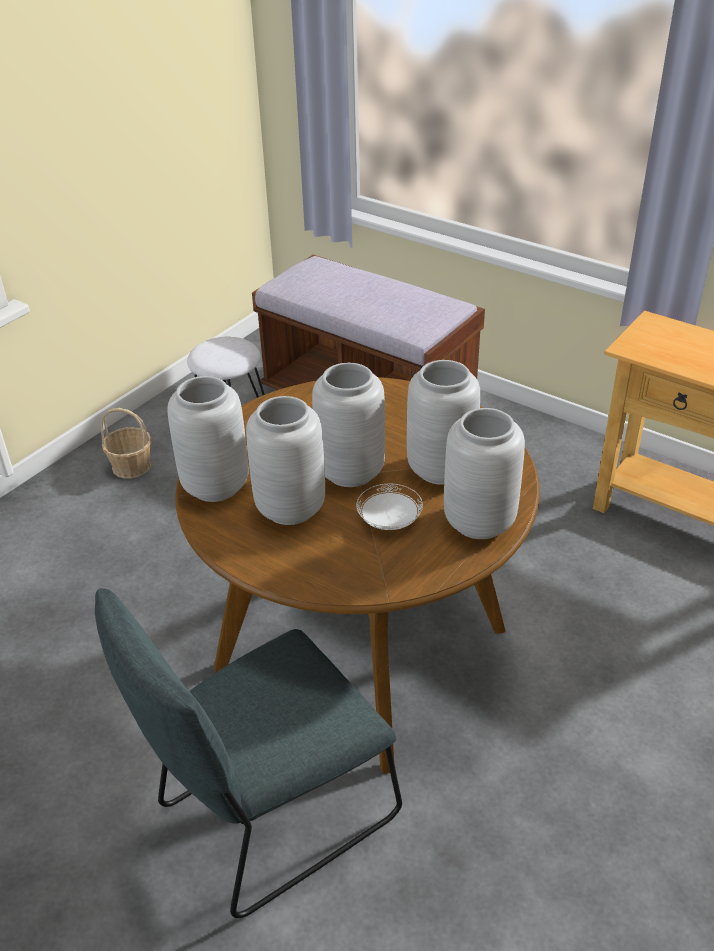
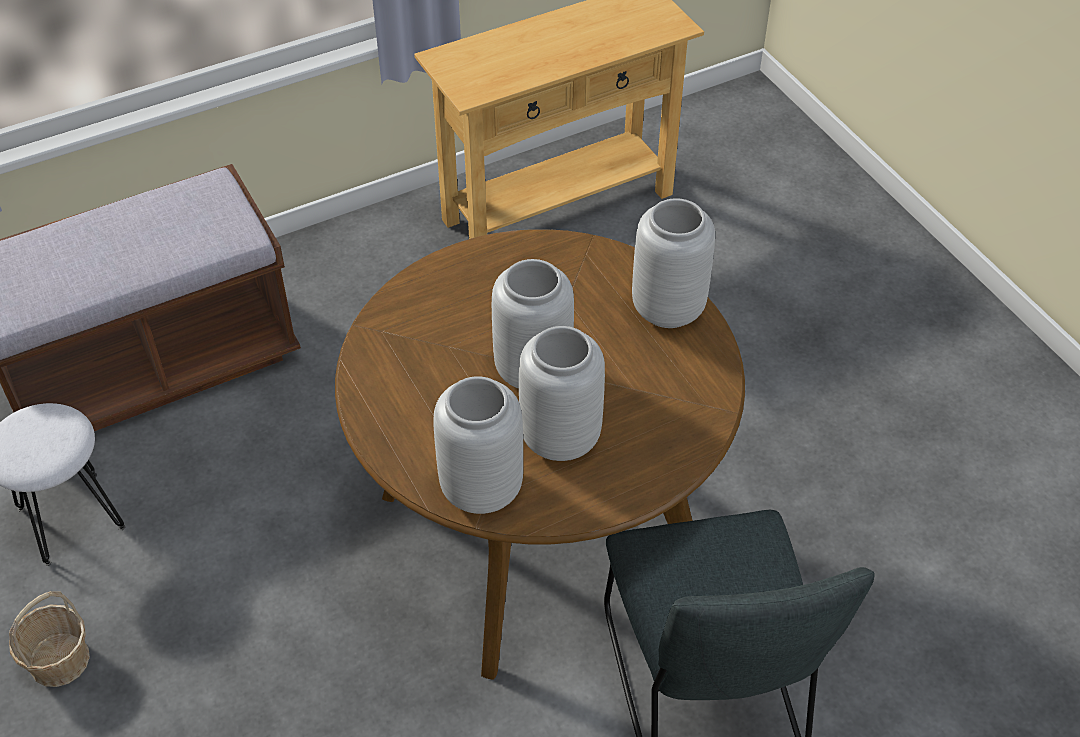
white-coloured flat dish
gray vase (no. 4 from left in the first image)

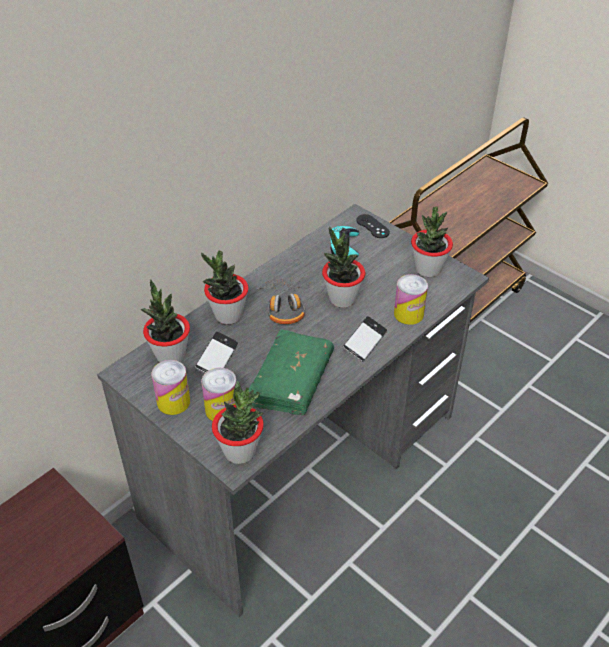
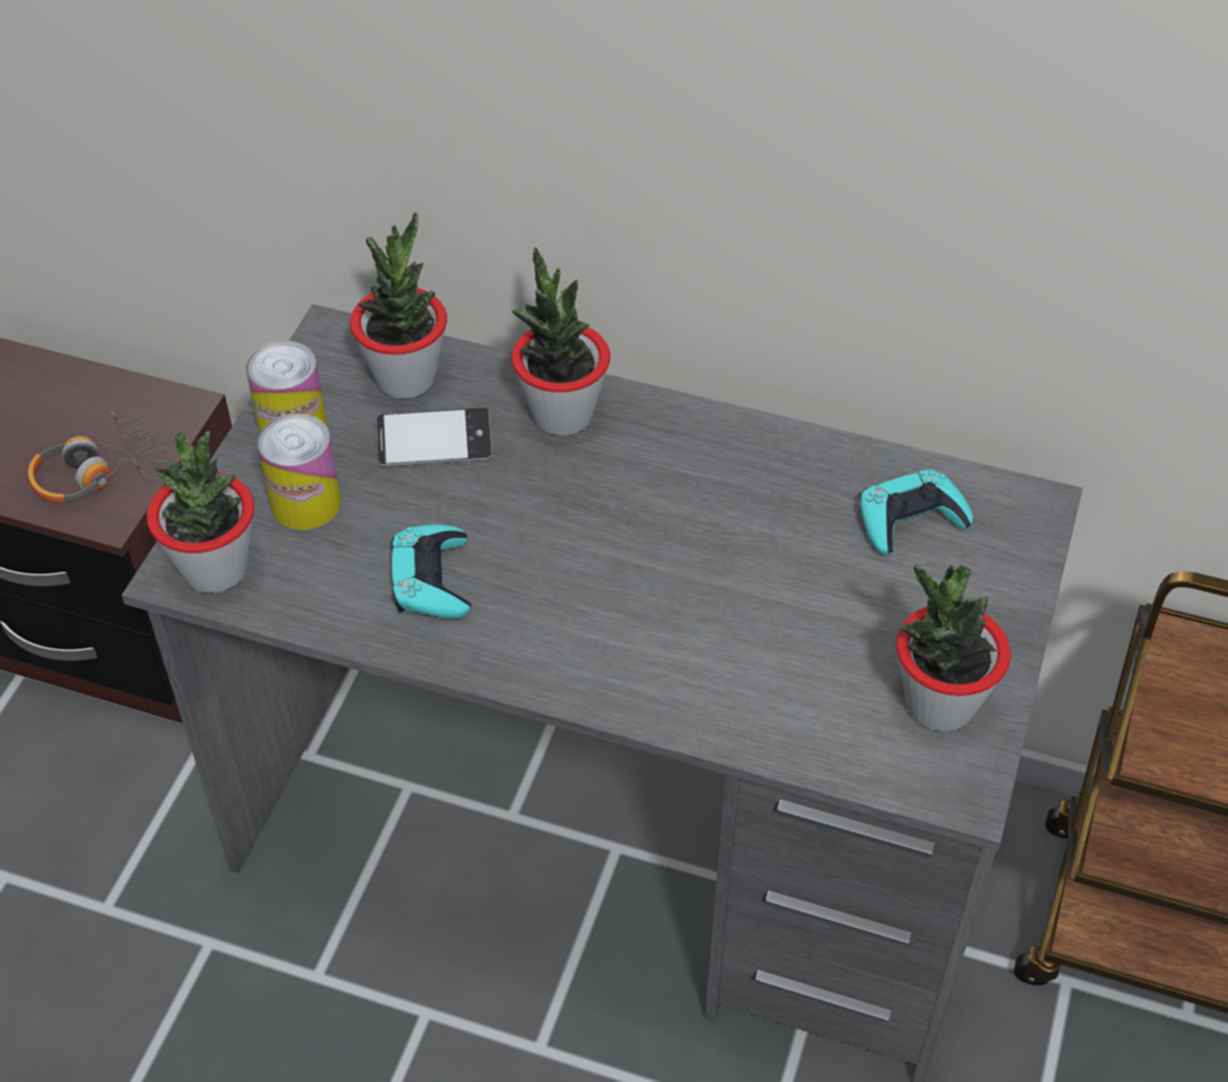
blue-green joypad (no. 1 from left)
headset
plant in a pot (no. 4 from left in the first image)
phone (no. 2 from left in the first image)
black joypad
metal can (no. 3 from left in the first image)

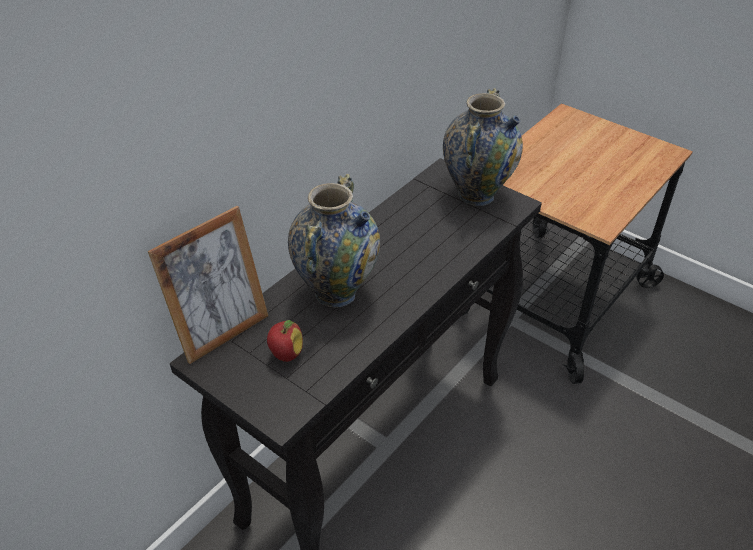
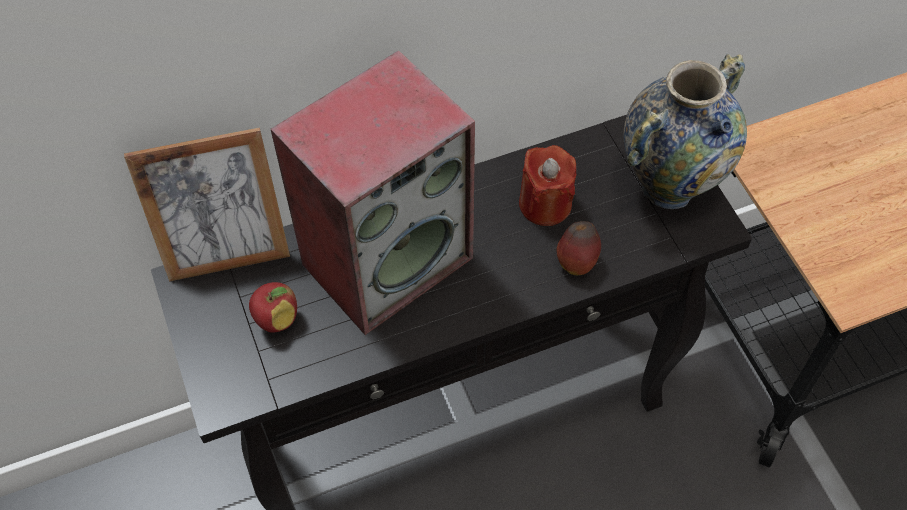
loudspeaker
reddish wax candle
apple fruit (no. 2 from left)

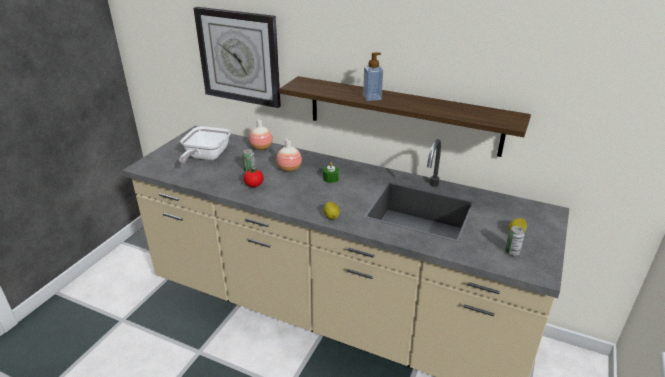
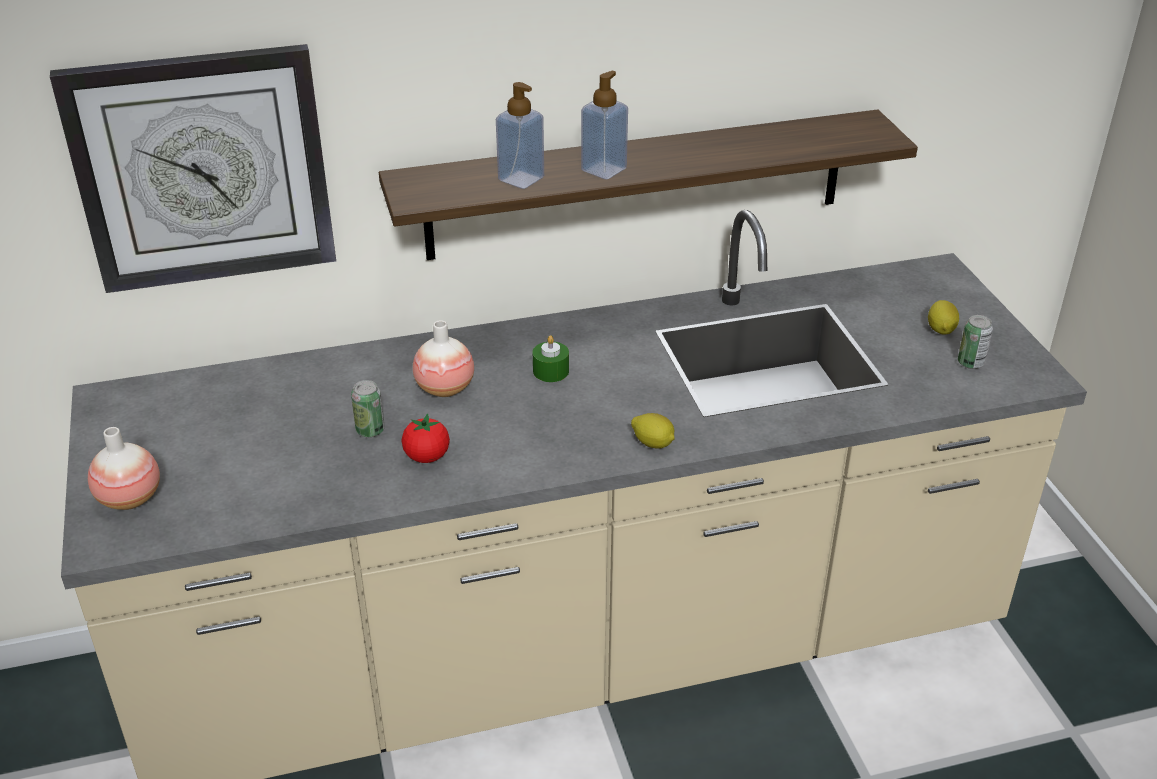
frying pan
vase (no. 1 from left)
soap dispenser (no. 1 from left)

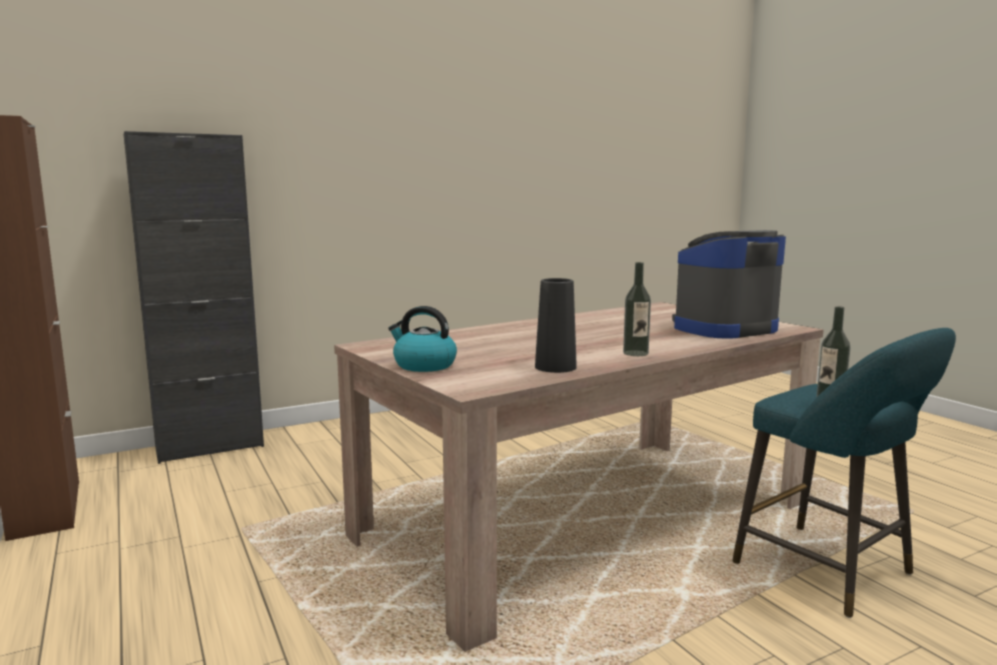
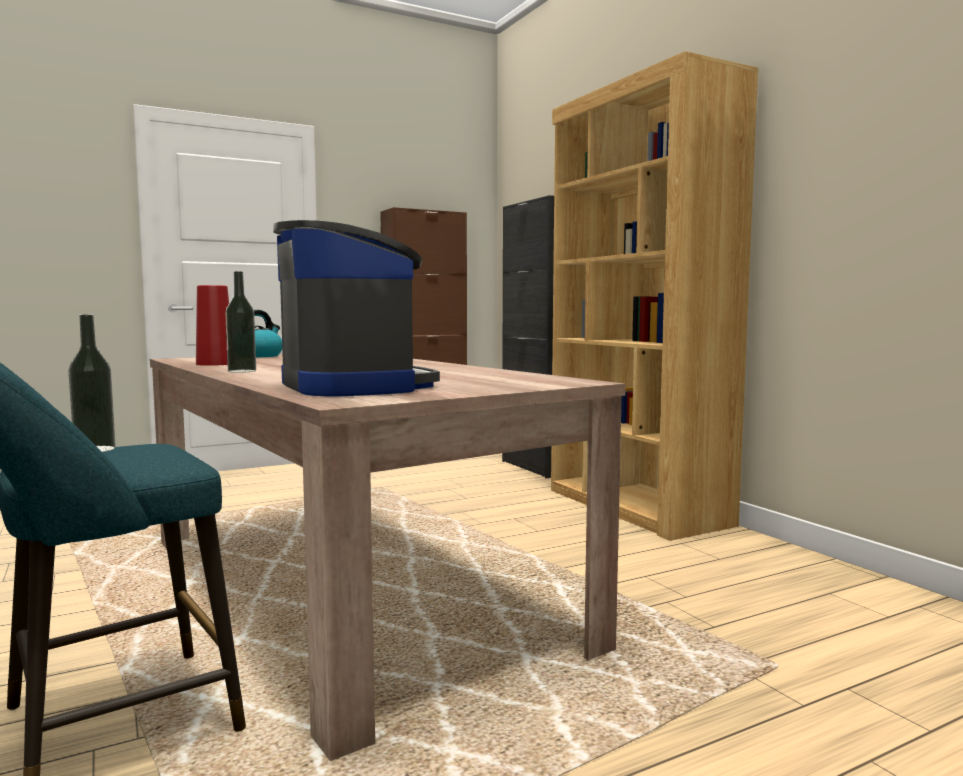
reddish vase
brown-coloured bookcase

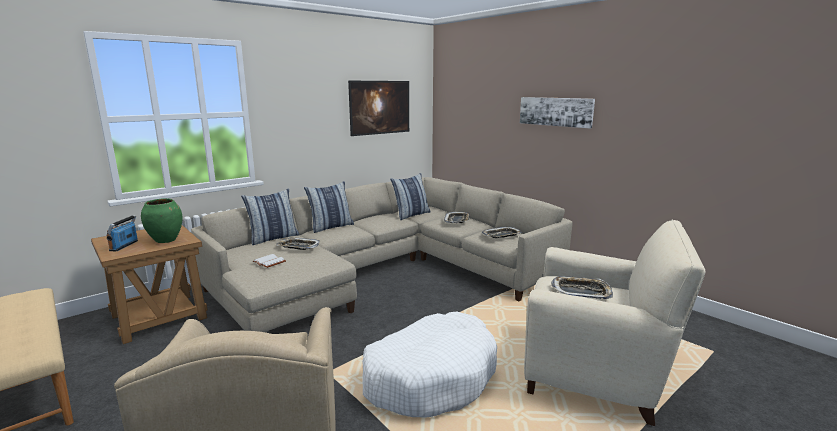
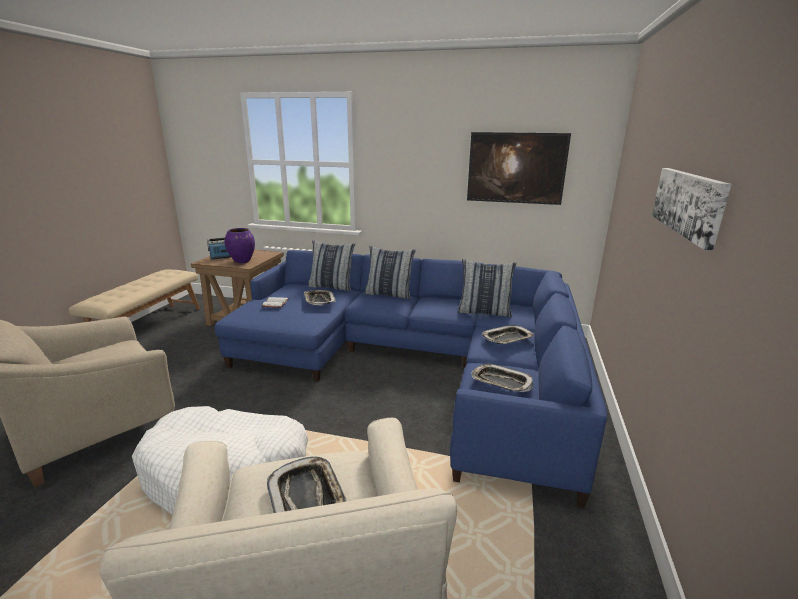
purplish vase
bluish couch

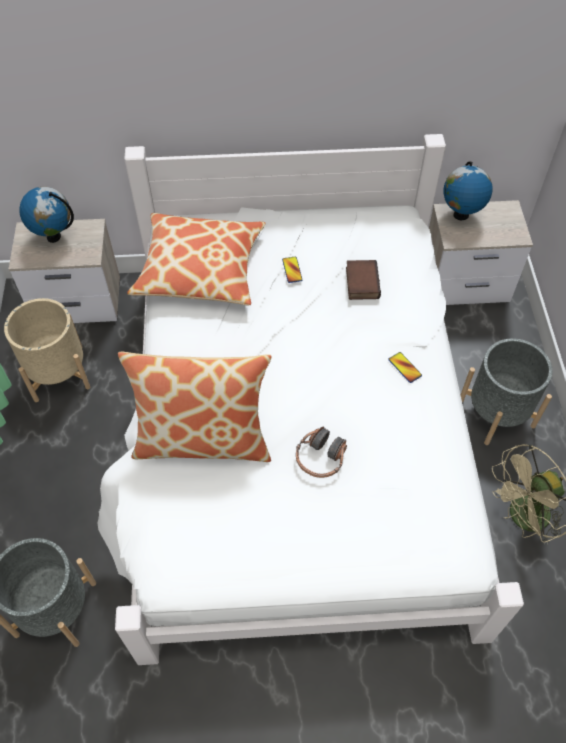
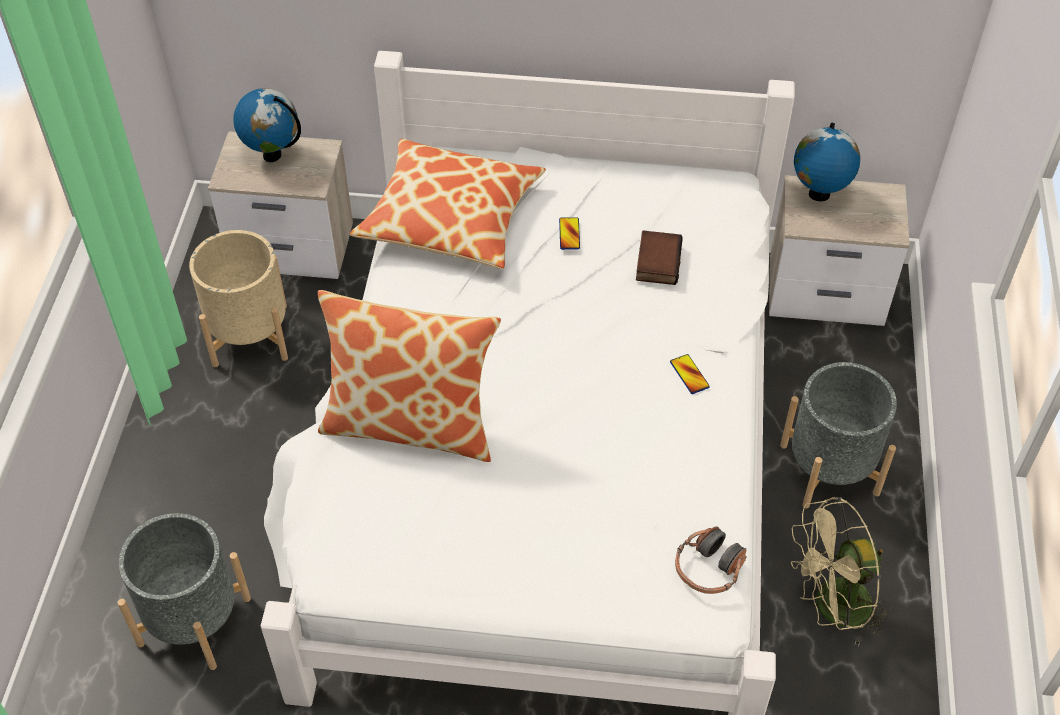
headset

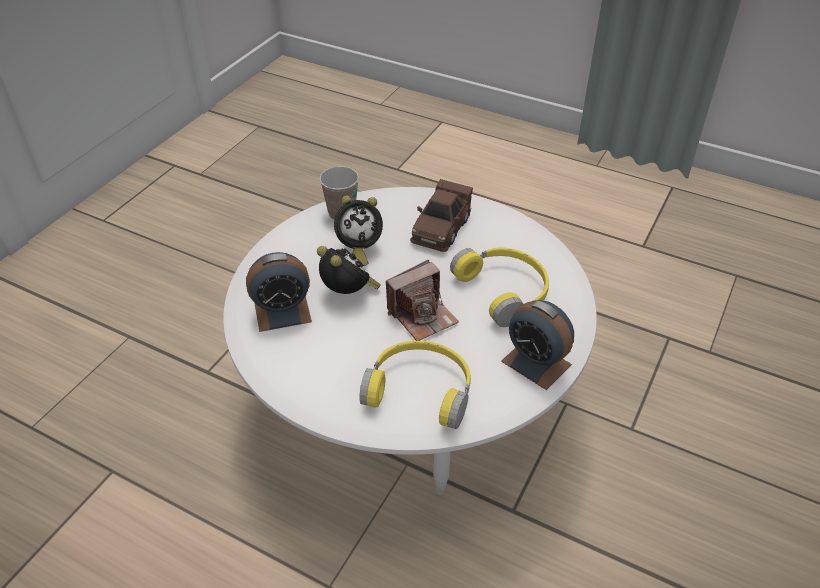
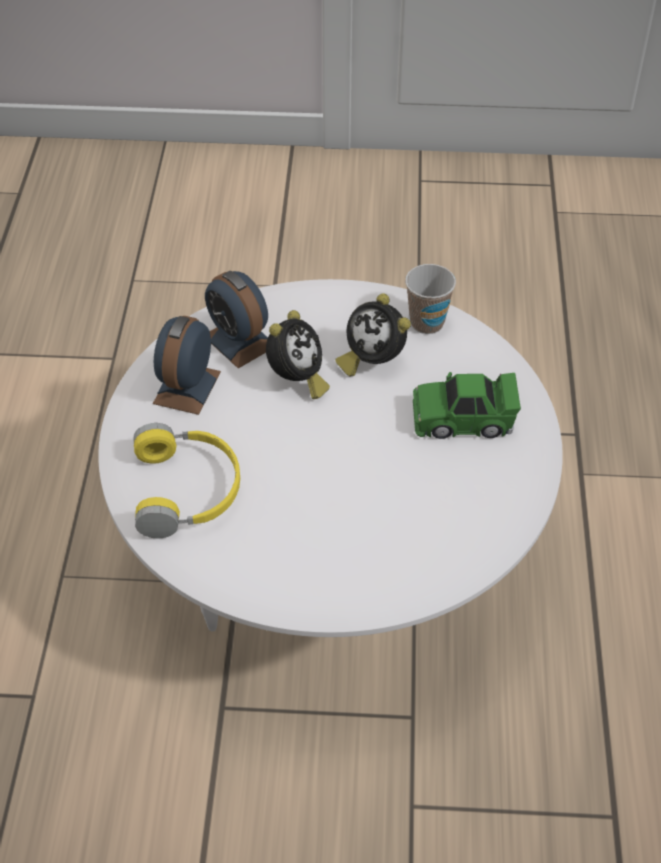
photo camera
green-coloured toy car
yellowish headset (no. 2 from left in the first image)
table clock (no. 1 from left)

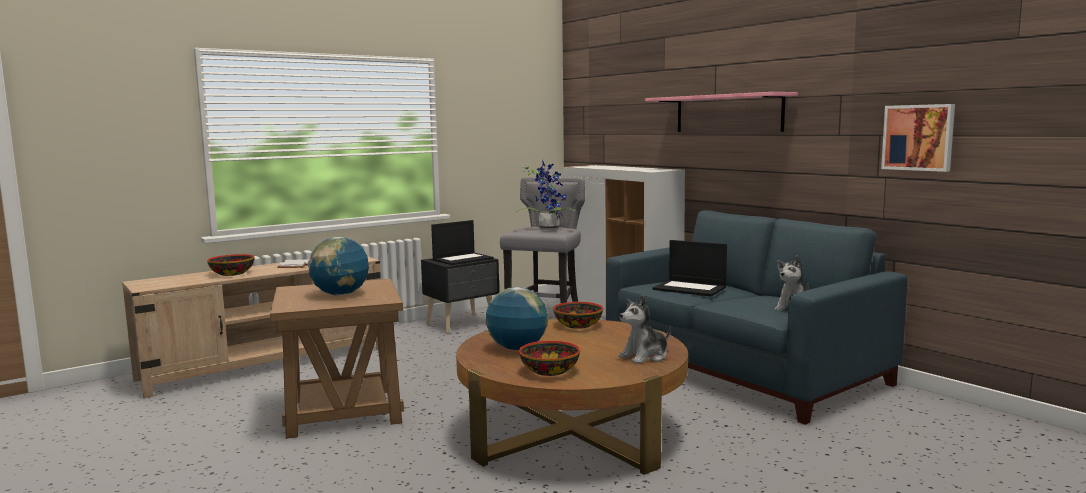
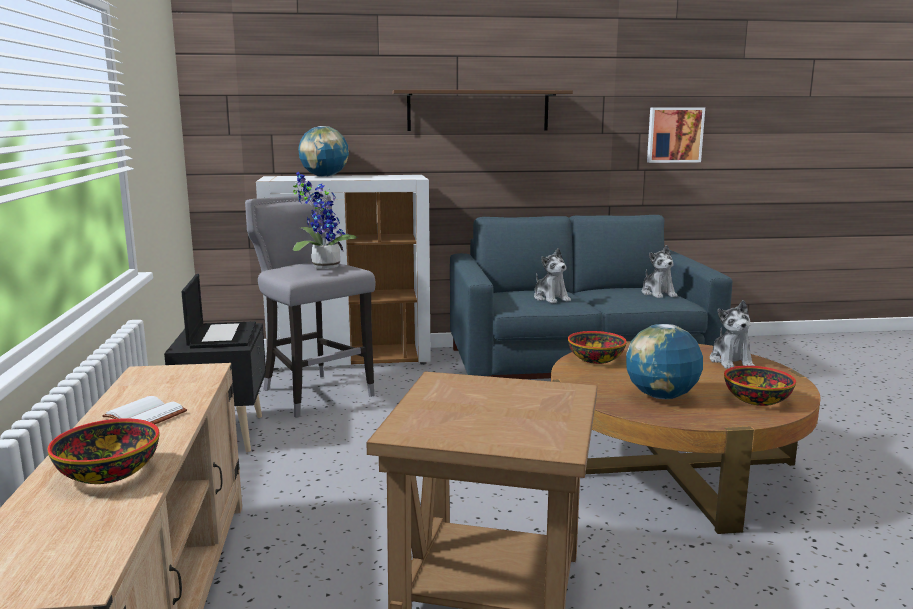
world globe (no. 1 from left)
brown-coloured bracket shelf
soft toy (no. 1 from left)

